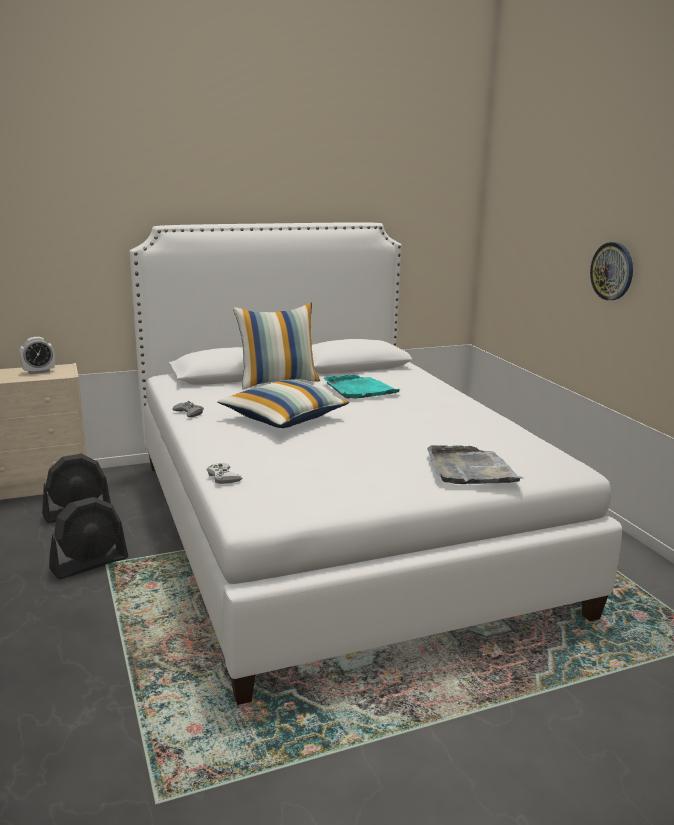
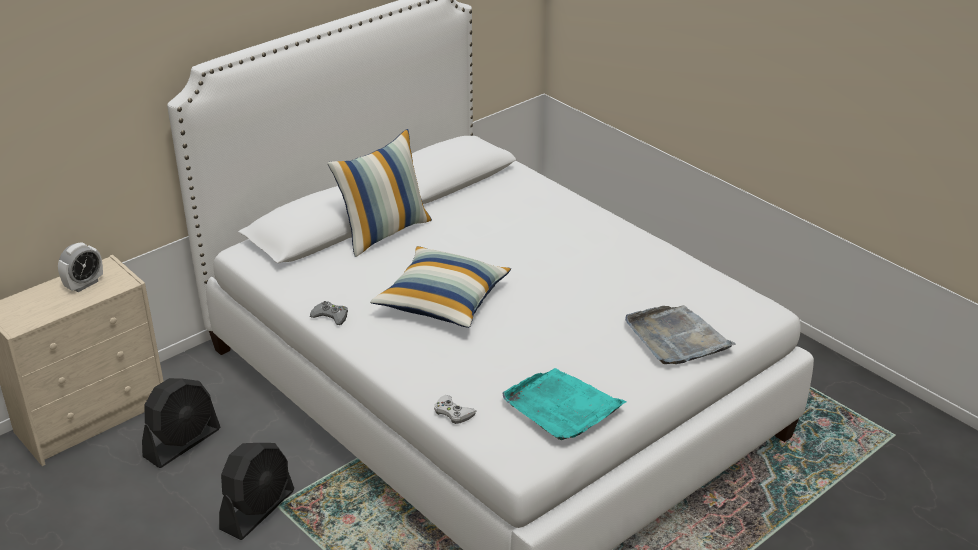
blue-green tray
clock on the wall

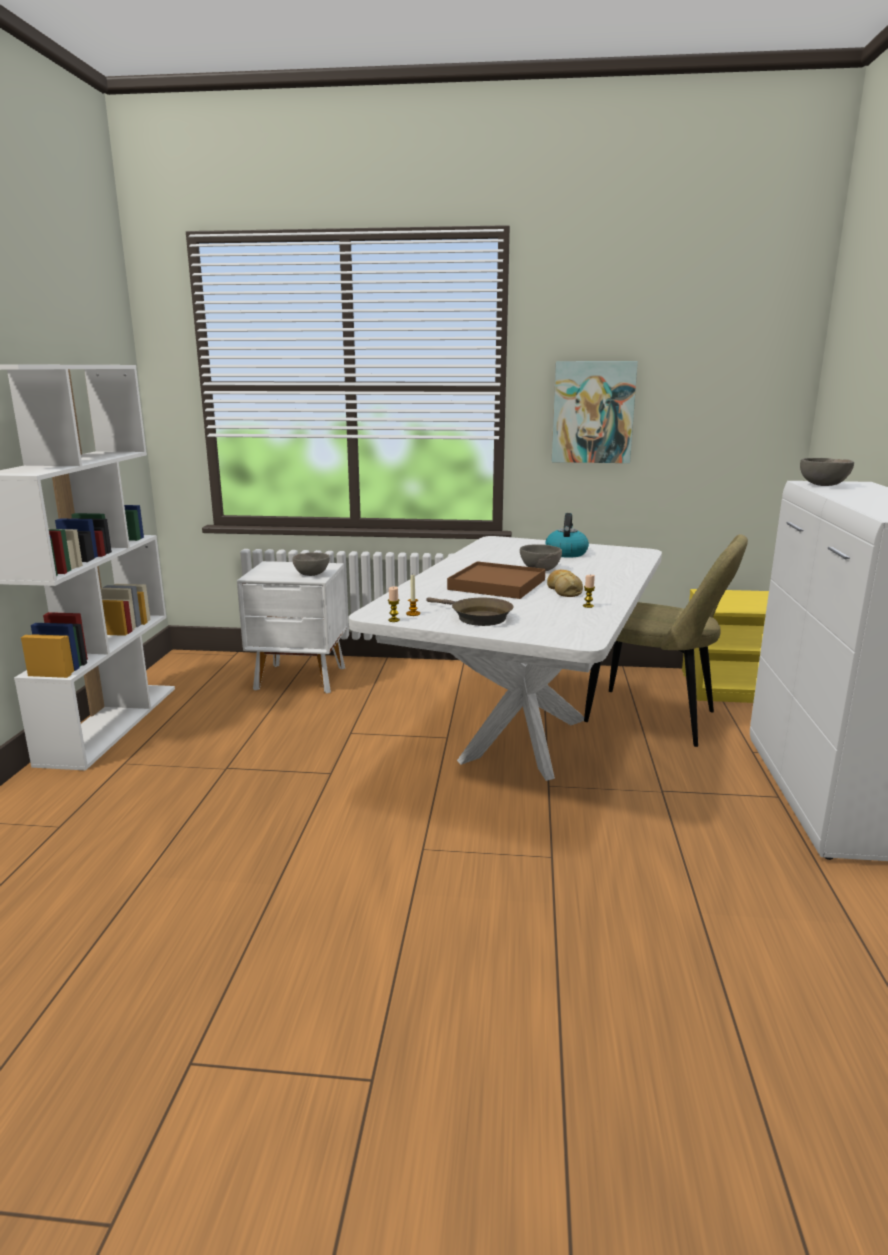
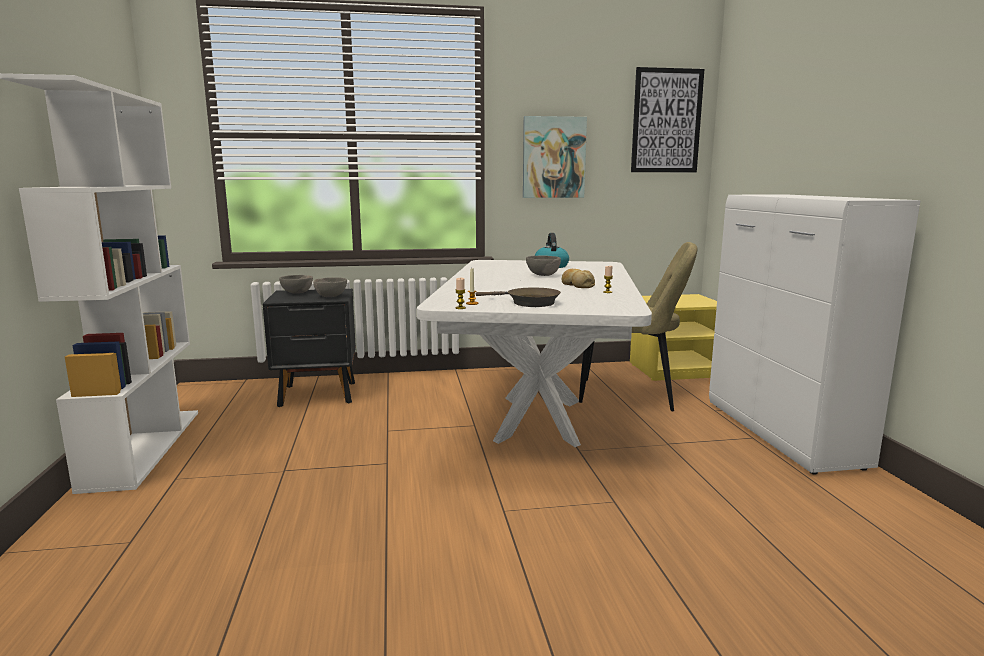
black bedside table
brown-coloured tray
gray deep dish (no. 1 from left)
wall art (no. 2 from left)

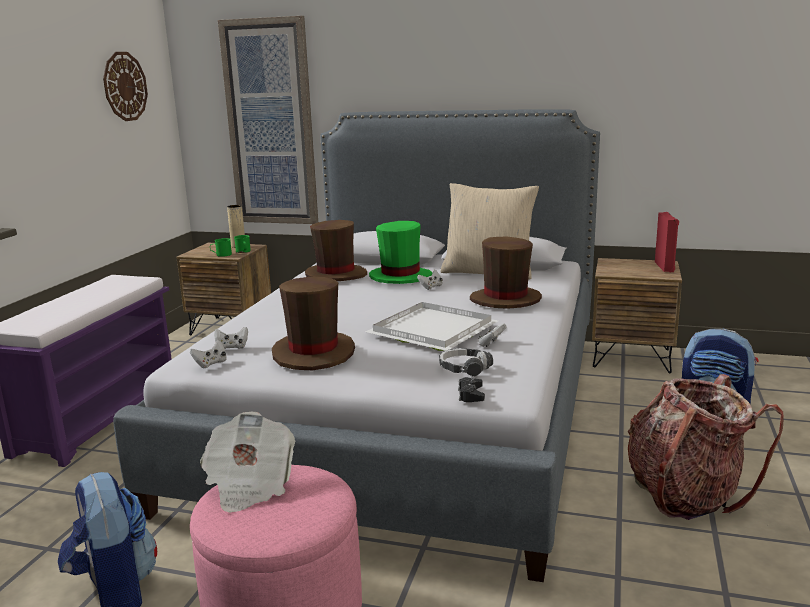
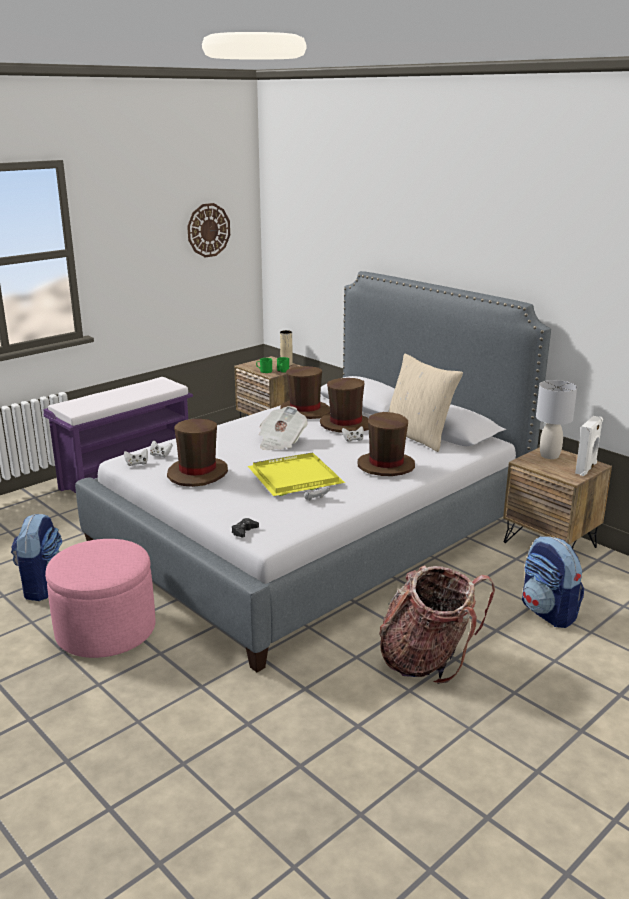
newspaper
wall art
yellowish tray
brown-coloured wearable hat (no. 3 from left)
headset
white-coloured loudspeaker
gray table lamp

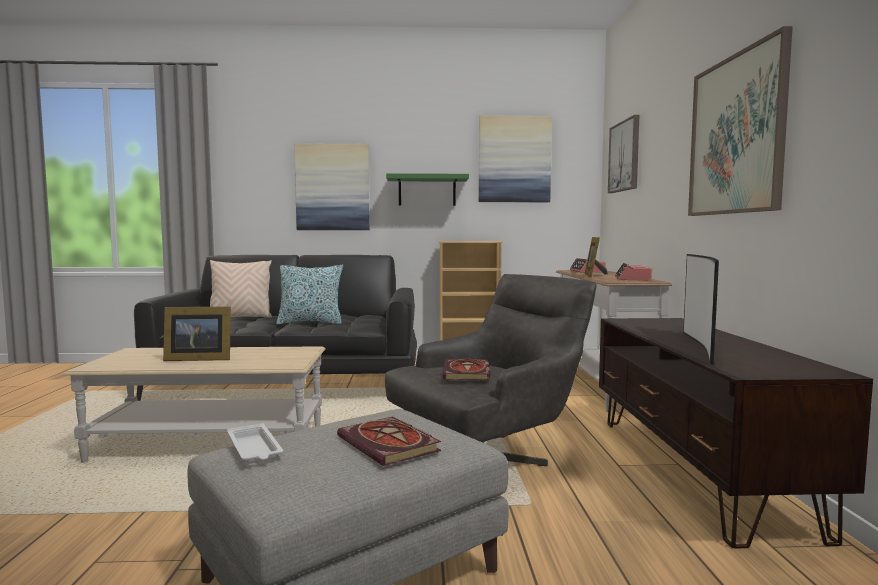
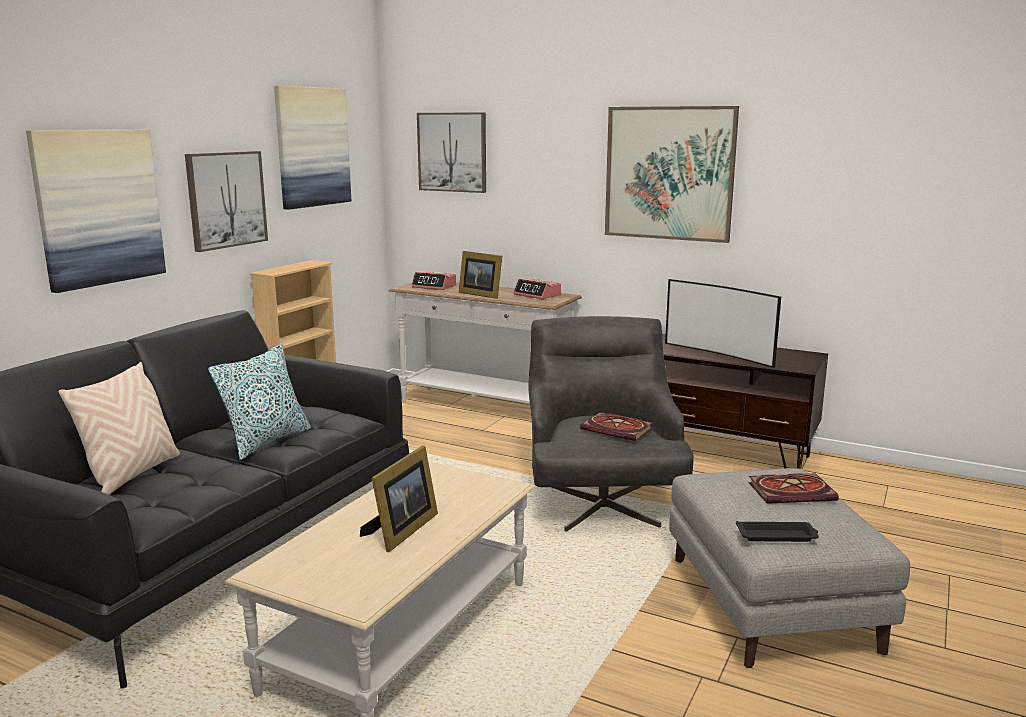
black tray
wall art (no. 2 from left)

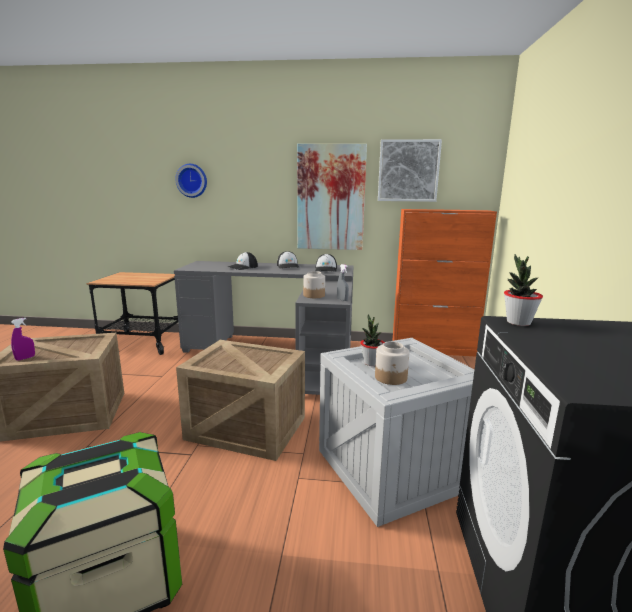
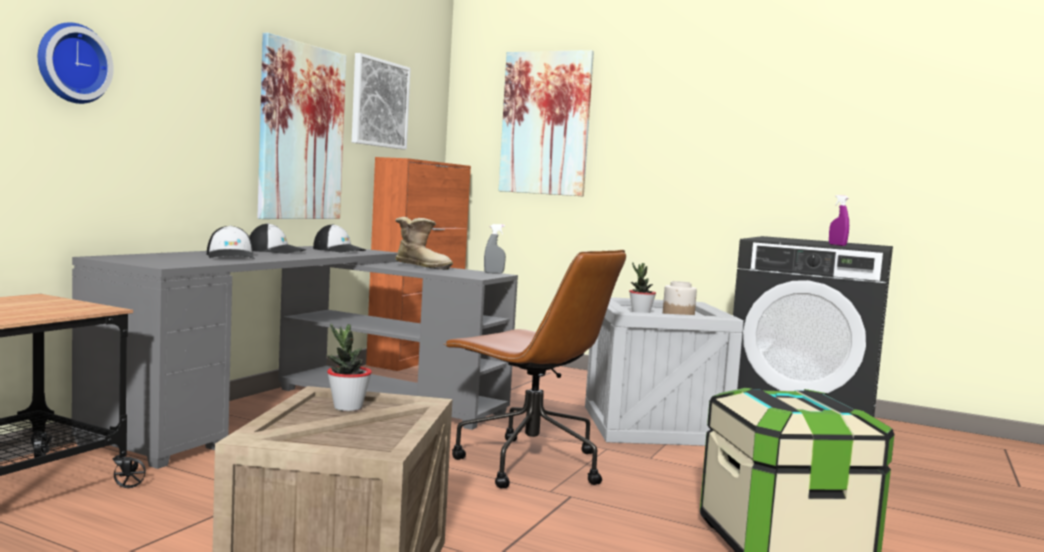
purplish sprayer
brown-coloured office chair
jar (no. 1 from left in the first image)
plant in a pot (no. 1 from left)
tall boot
wall art (no. 3 from left)

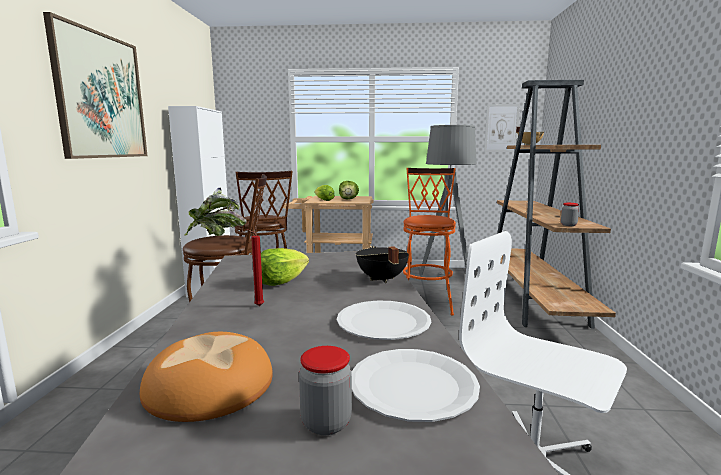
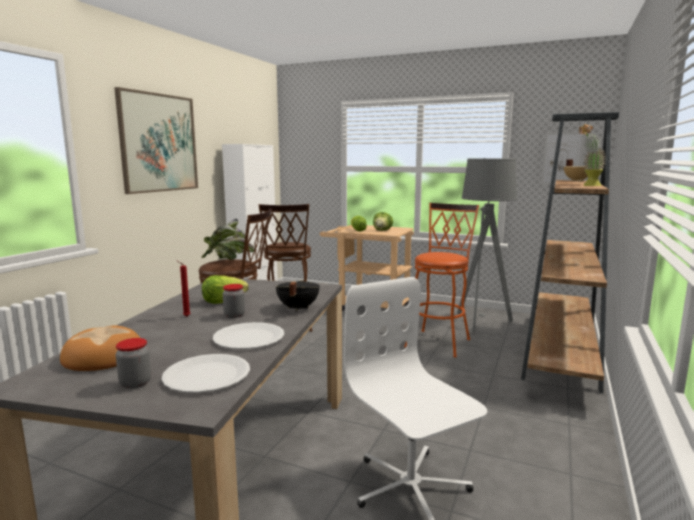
jar (no. 2 from left)
plant in a pot (no. 2 from left)

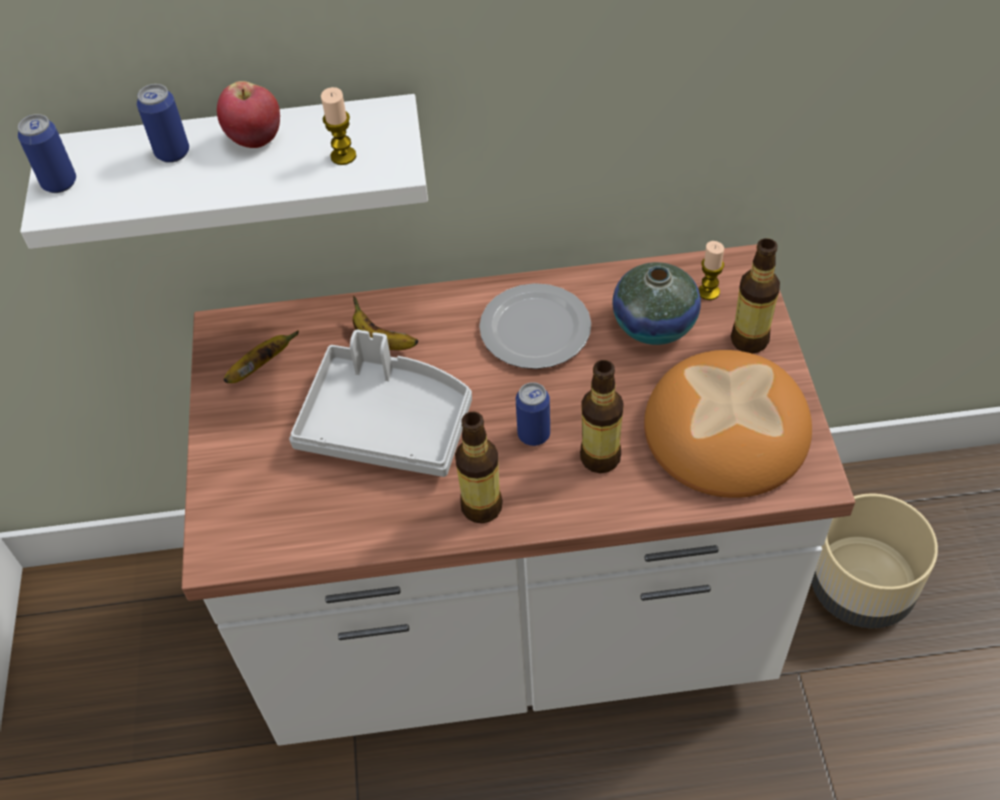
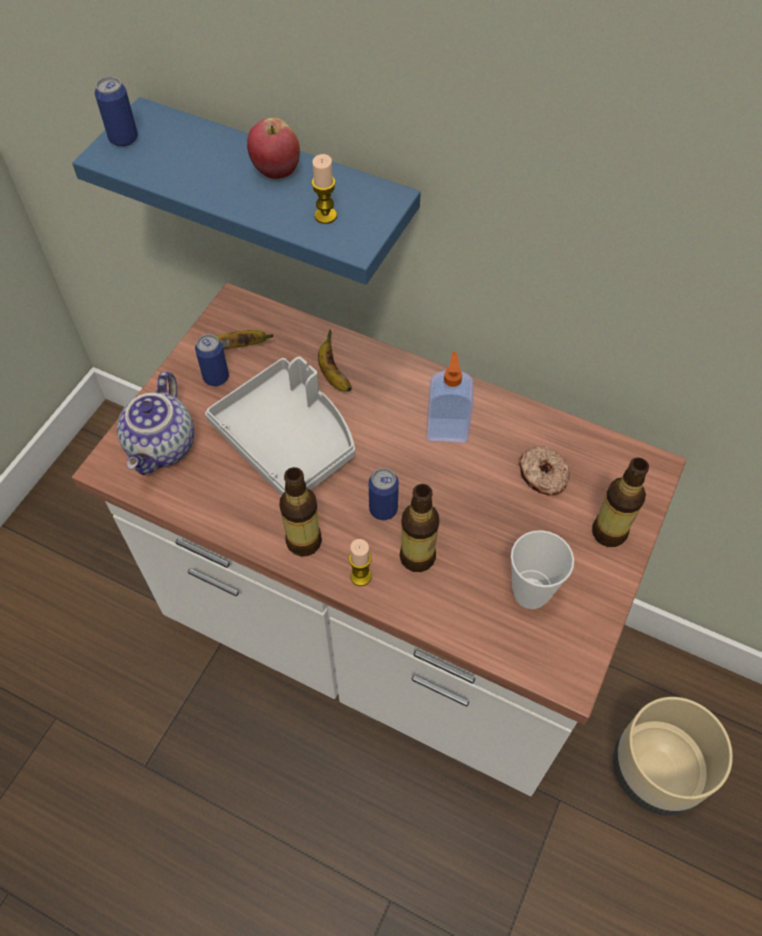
bluish bracket shelf
metal can (no. 2 from left)
soap dispenser
donut
cup
wax candle (no. 2 from left)
teapot

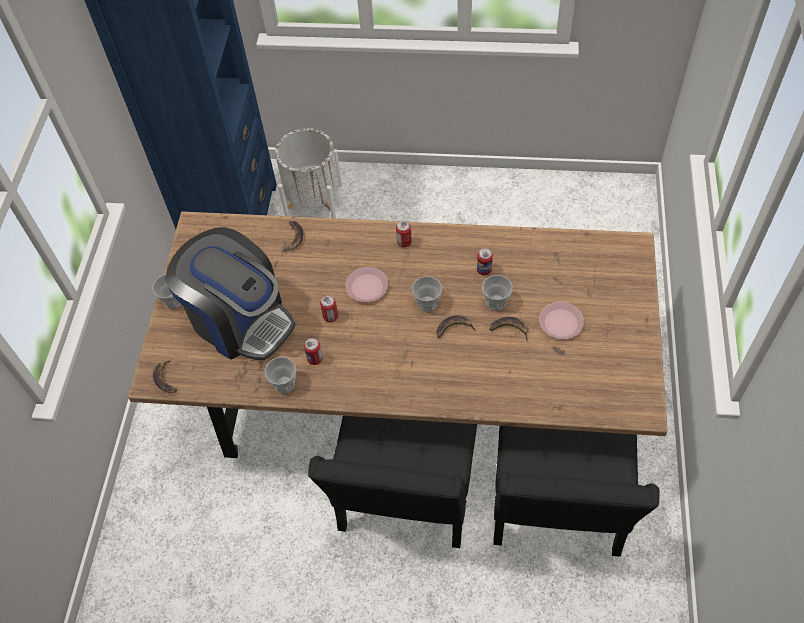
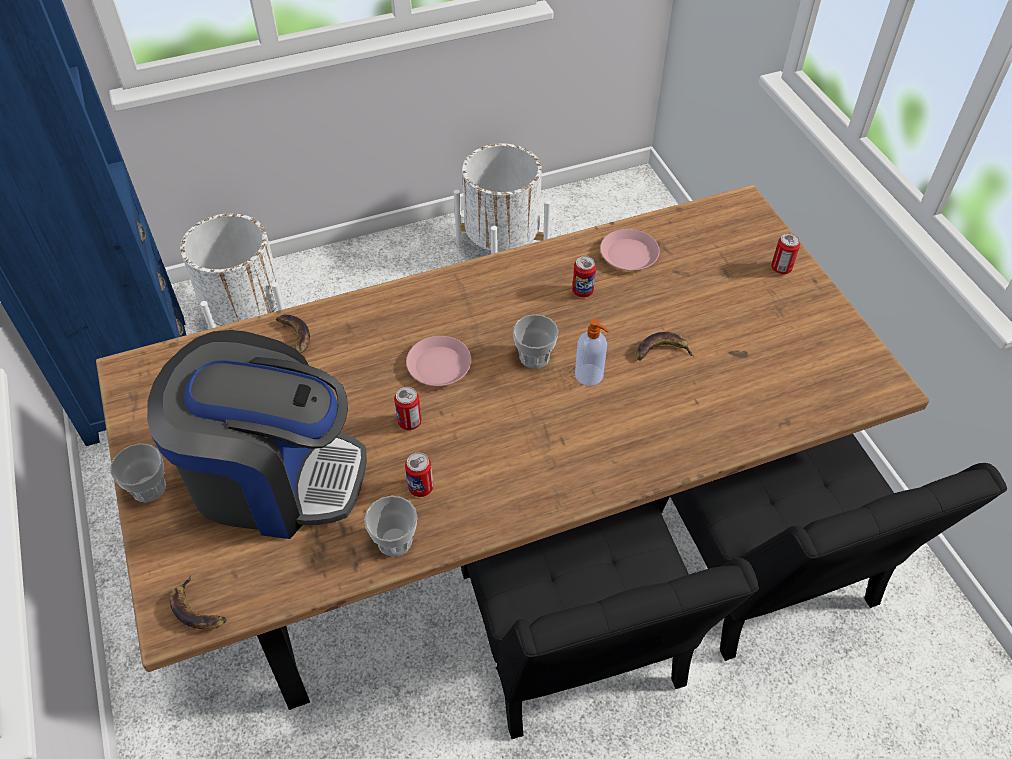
metal can (no. 4 from left)
soap dispenser
cup (no. 4 from left in the first image)
pinkish flat dish (no. 2 from left)
white-coloured flower pot (no. 2 from left)

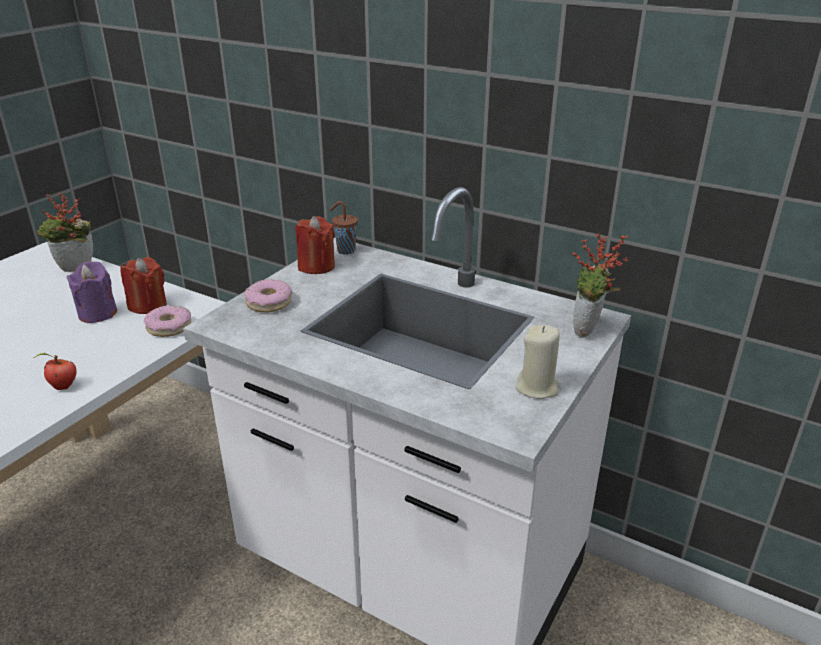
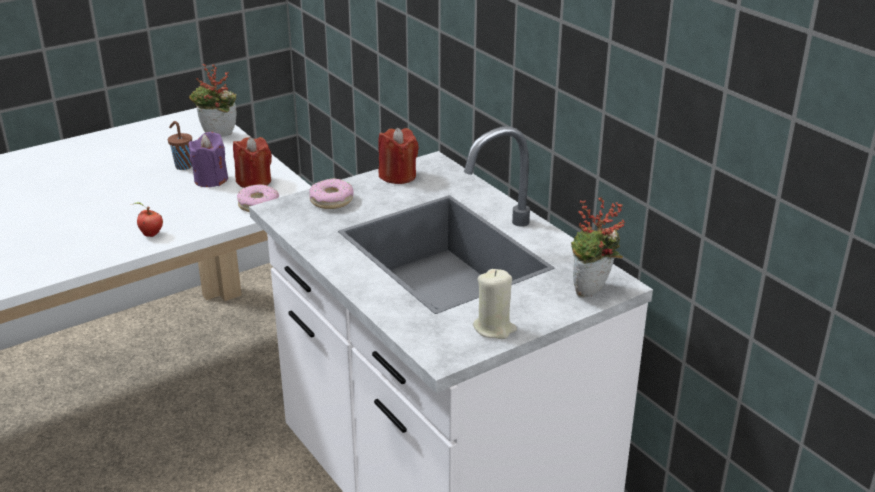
brown-coloured cup

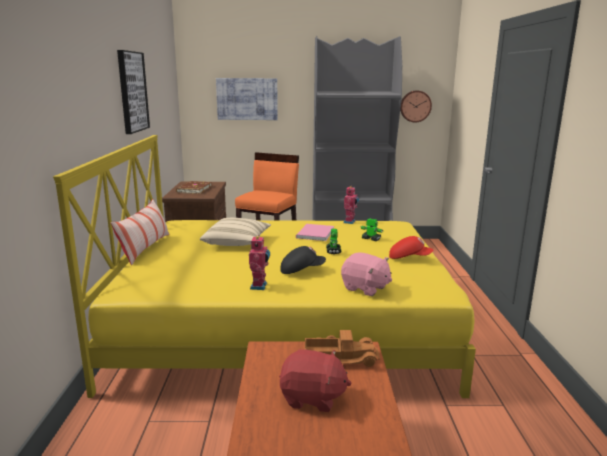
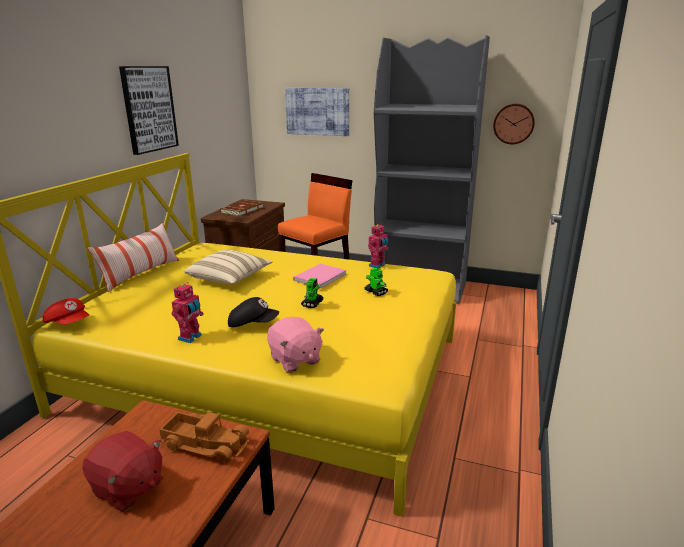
reddish cap

